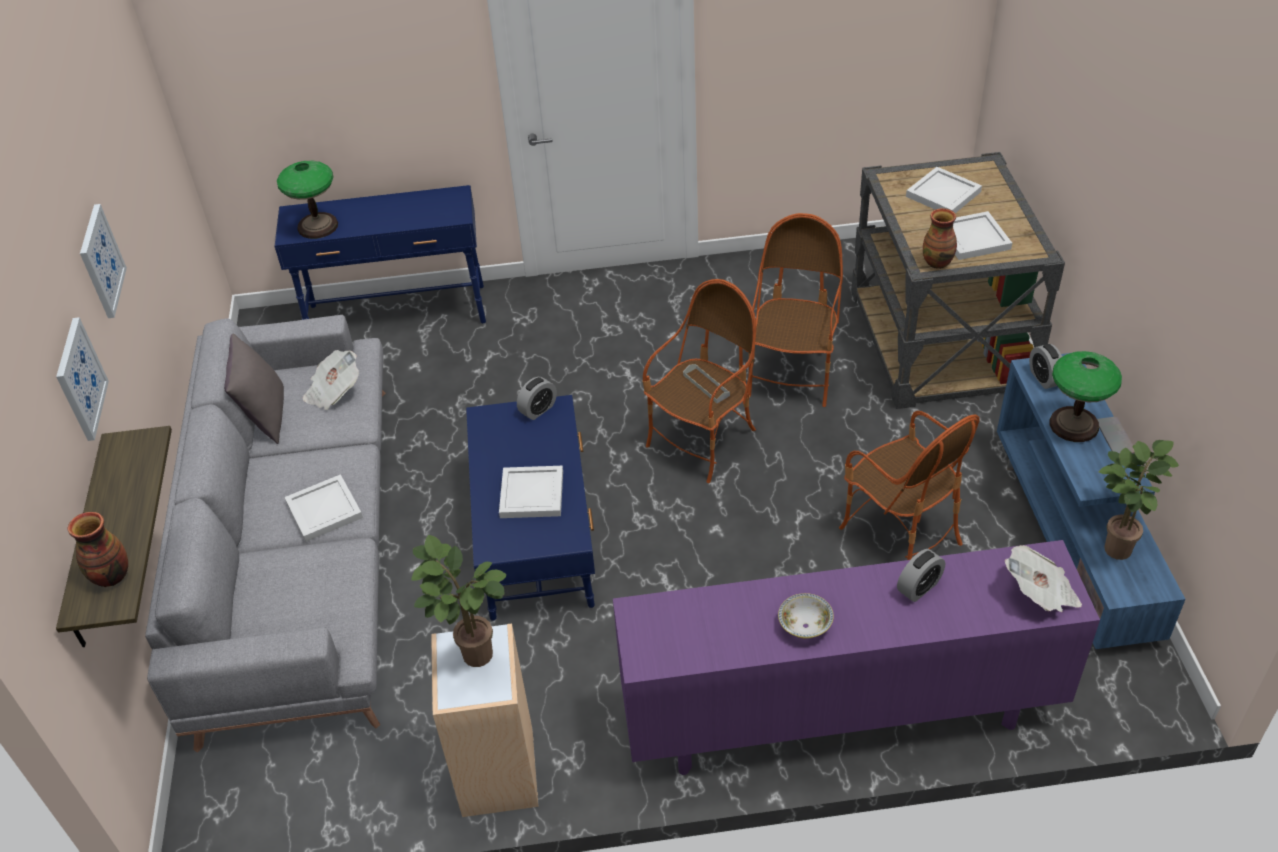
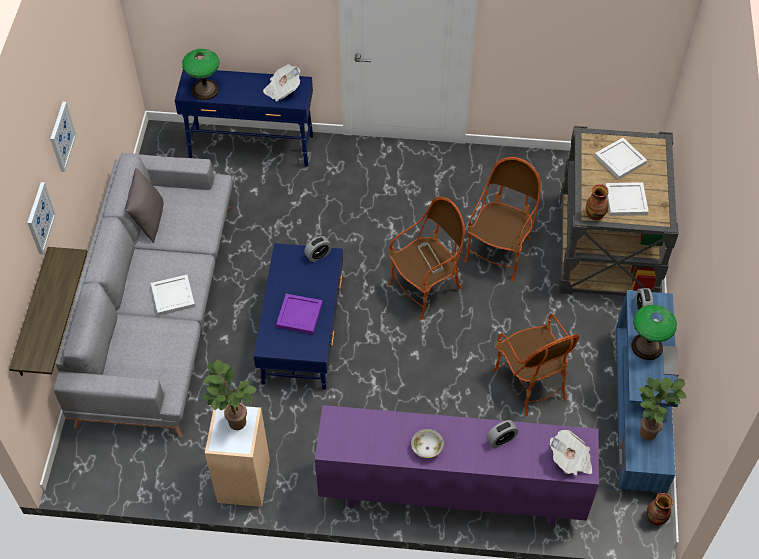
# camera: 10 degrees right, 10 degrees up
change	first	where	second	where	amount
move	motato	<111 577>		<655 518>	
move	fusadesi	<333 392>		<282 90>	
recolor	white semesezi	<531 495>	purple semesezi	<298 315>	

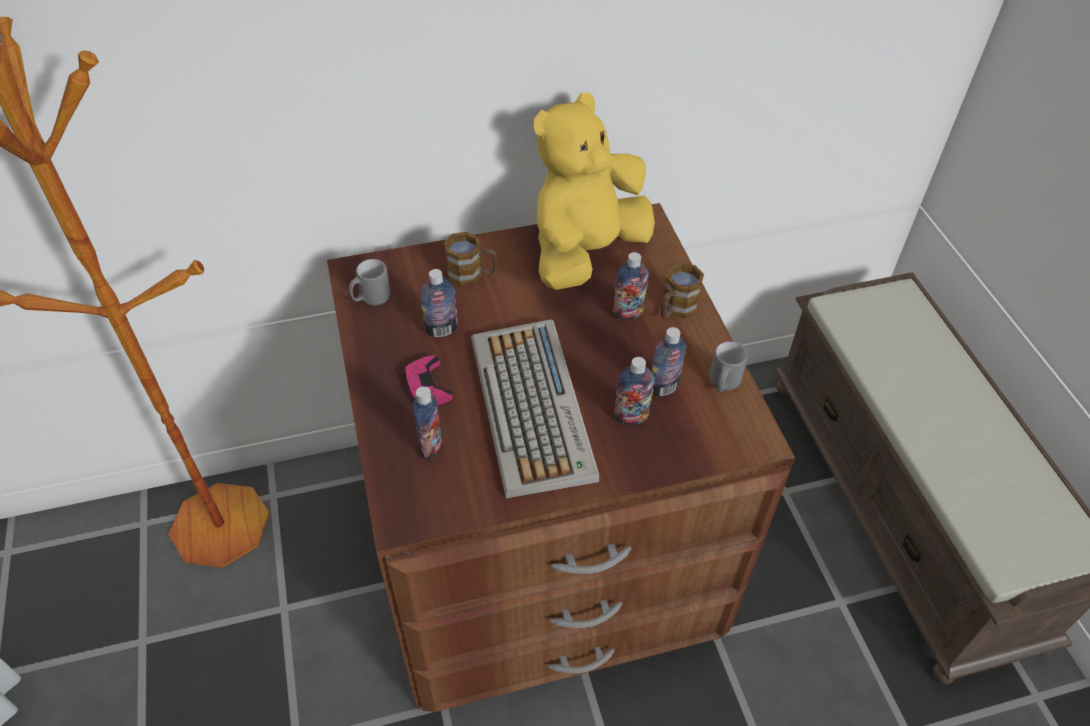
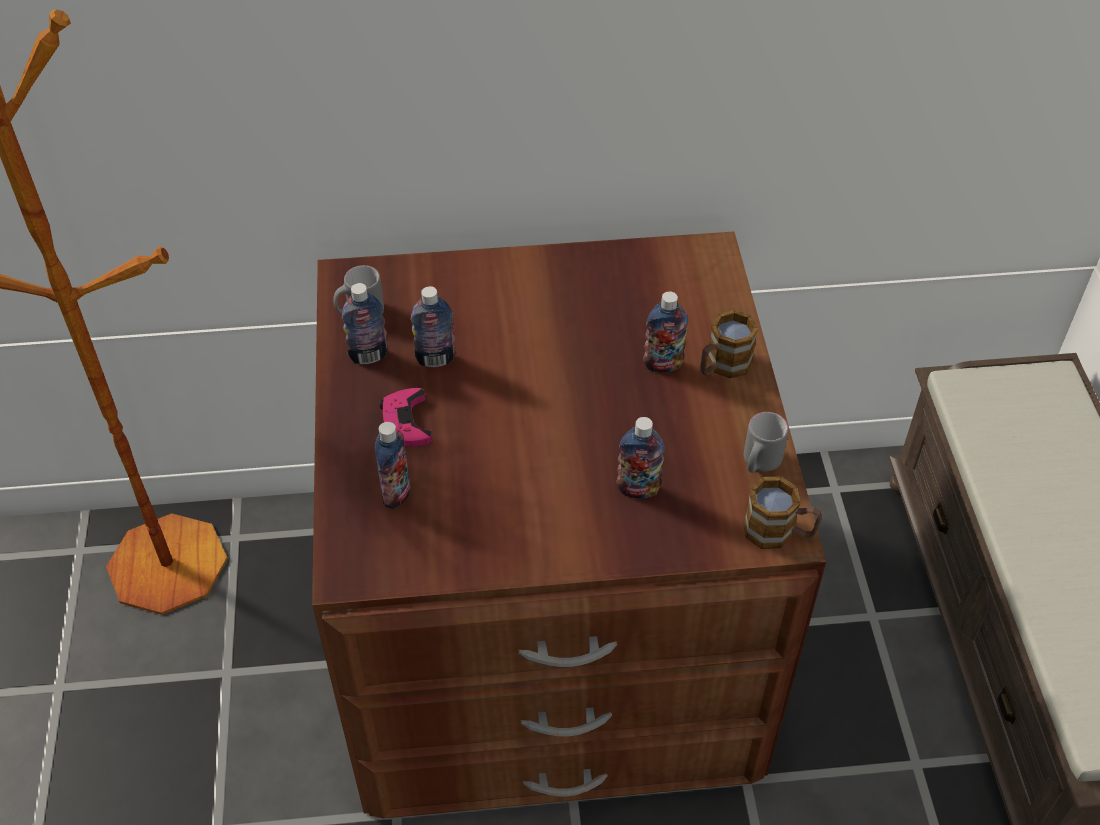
# camera: 10 degrees right, 0 degrees up
change	first	where	second	where	amount
delete	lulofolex	<533 408>			
delete	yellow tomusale	<586 252>			
move	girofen	<472 274>		<779 532>	
move	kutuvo	<663 387>		<369 356>	

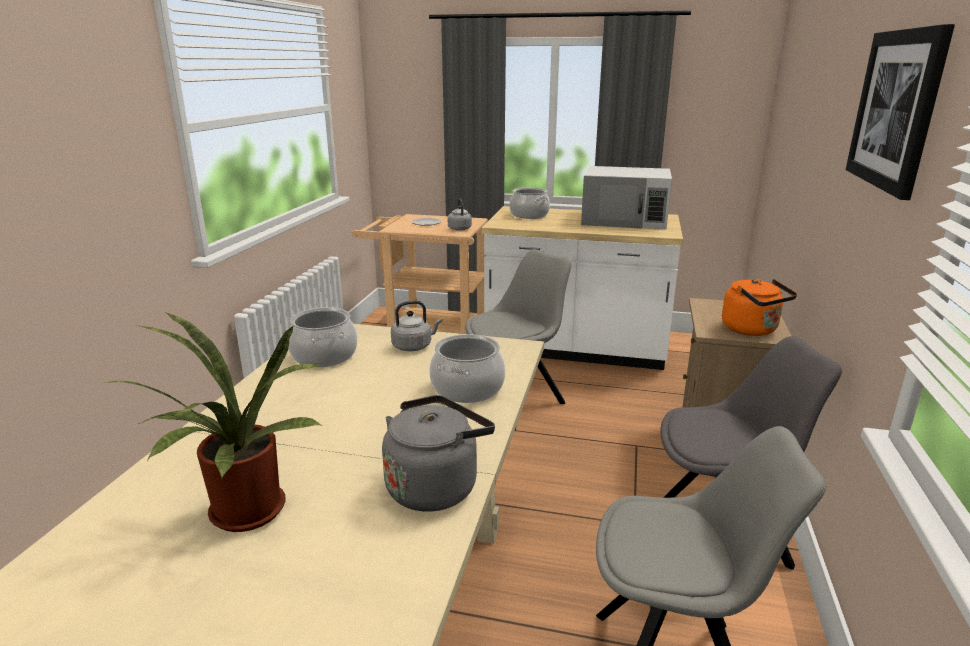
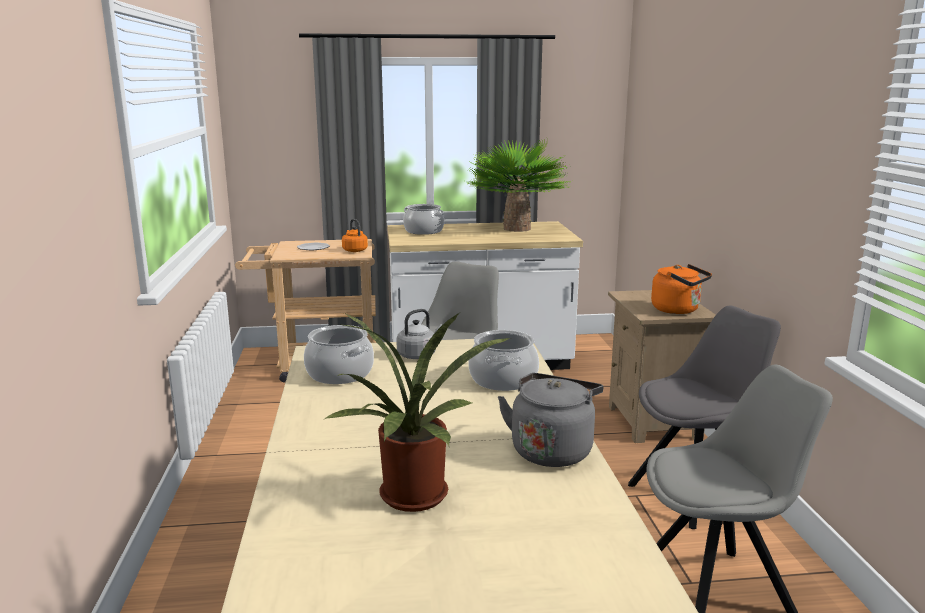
# camera: 20 degrees left, 5 degrees down
change	first	where	second	where	amount
delete	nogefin	<896 109>			
replace	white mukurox	<625 219>	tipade	<517 228>	
recolor	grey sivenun	<459 228>	orange sivenun	<354 250>	

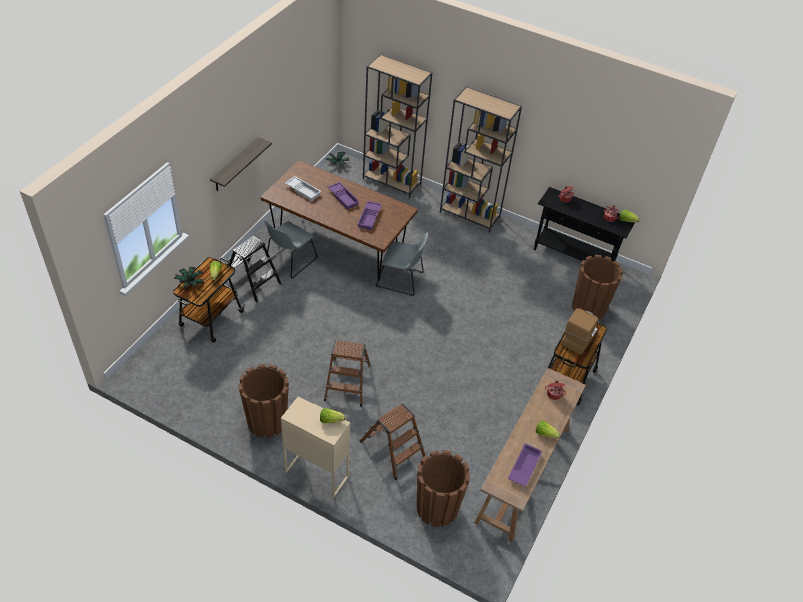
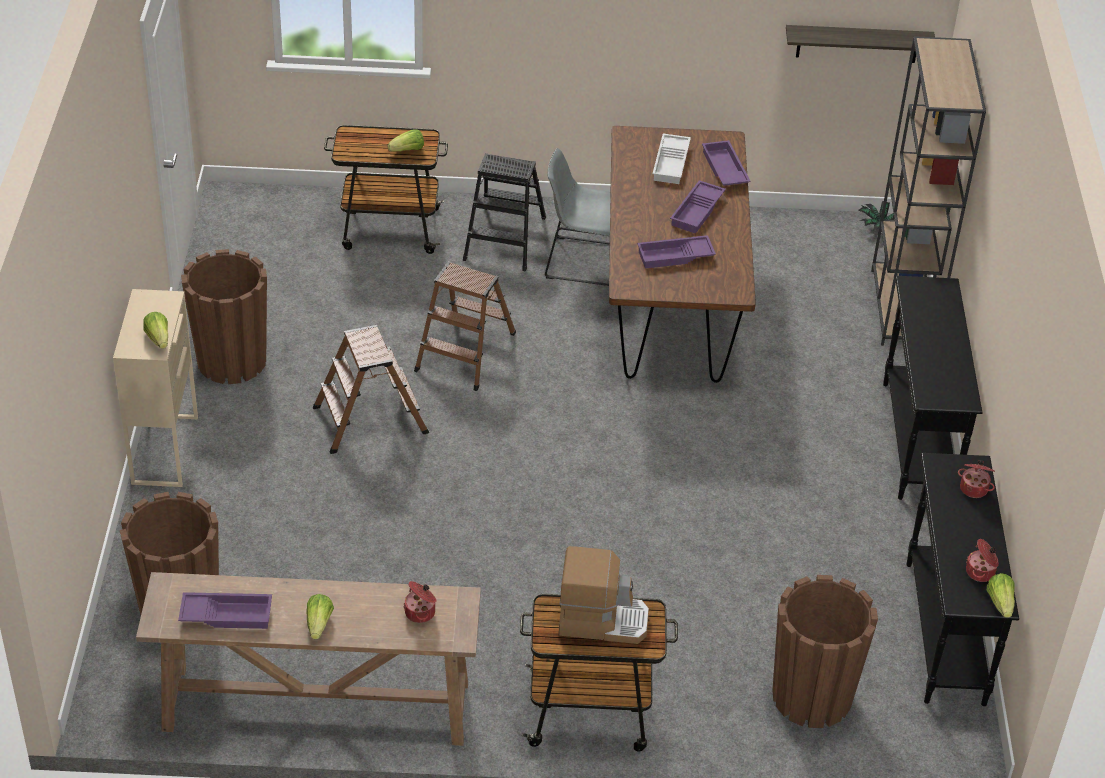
# camera: 65 degrees right, 5 degrees down
change	first	where	second	where	amount
delete	tipade	<190 283>			
delete	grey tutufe	<402 280>			
insert			purple semesezi	<723 169>	
move	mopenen	<235 165>		<857 43>	
move	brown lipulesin	<392 449>		<465 351>	
replace	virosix	<470 215>	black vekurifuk	<917 441>	

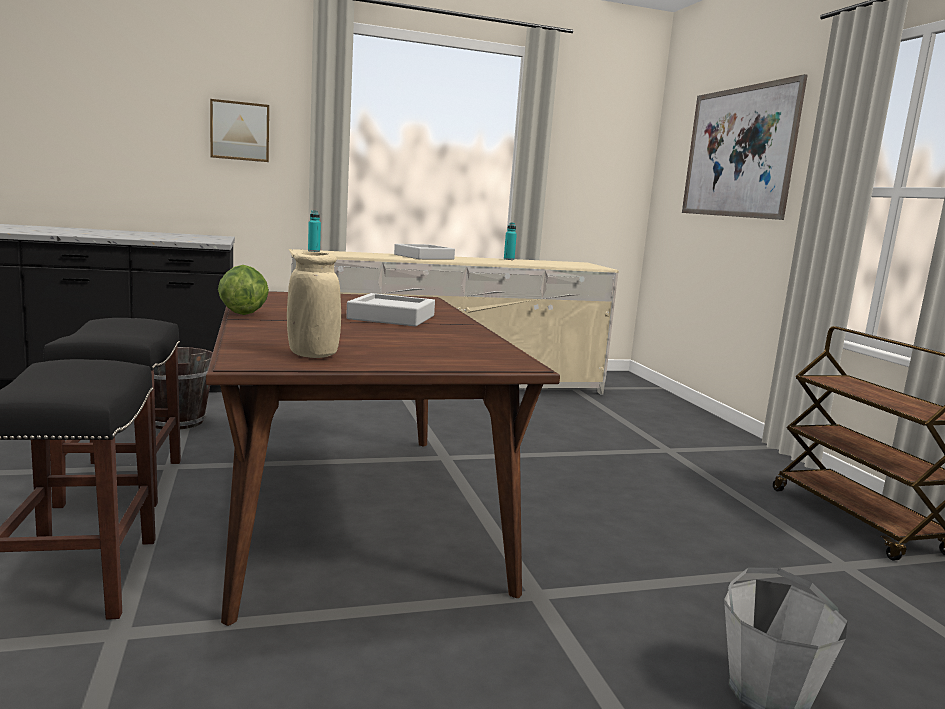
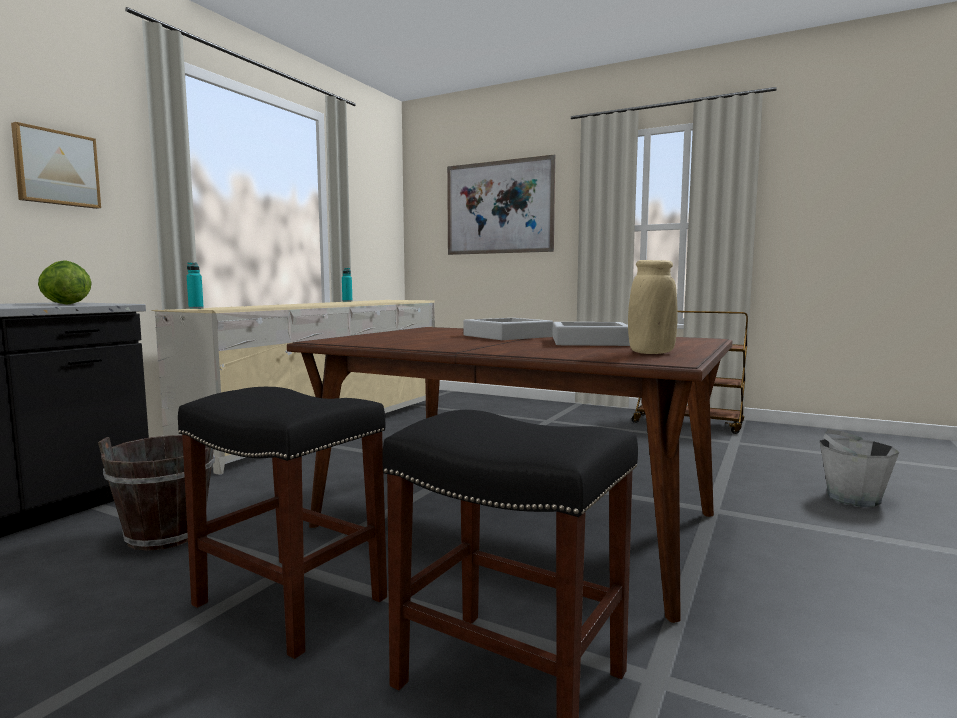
# camera: 45 degrees left, 5 degrees down
change	first	where	second	where	amount
move	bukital	<243 313>		<65 304>	
move	grey semesezi	<424 257>		<590 342>	

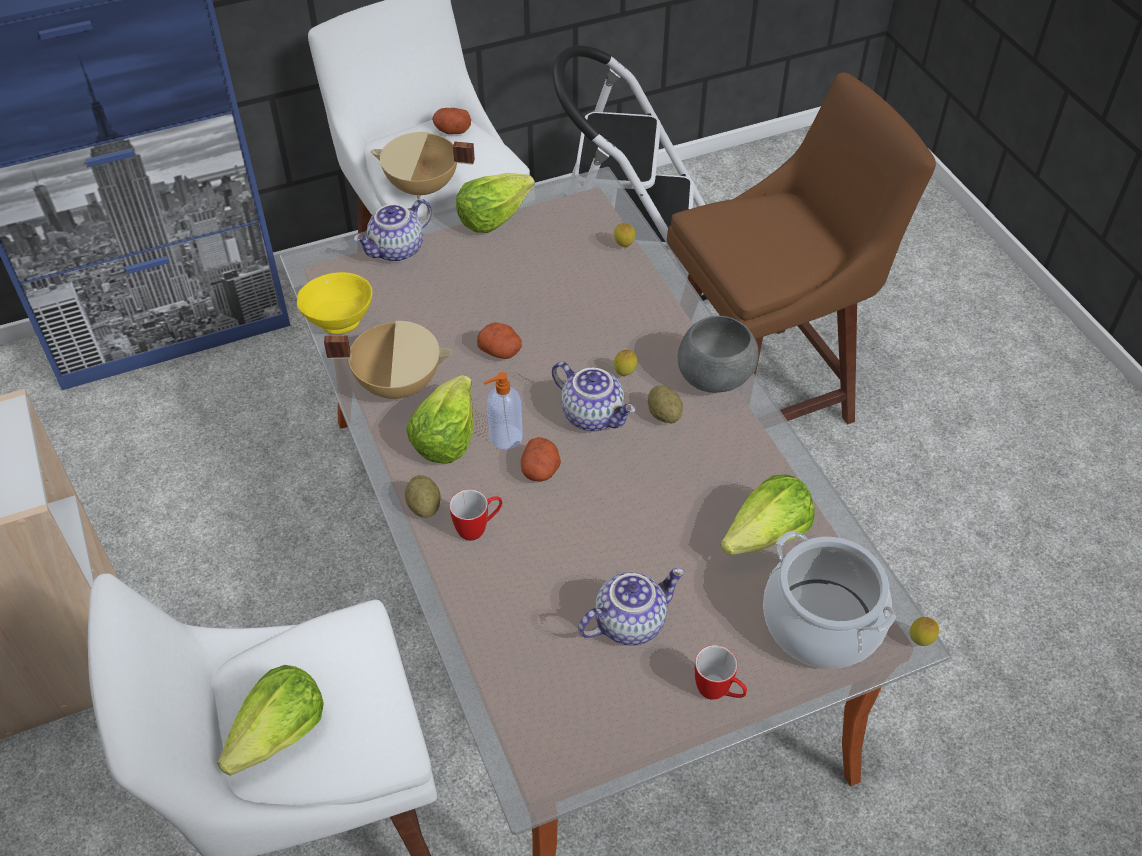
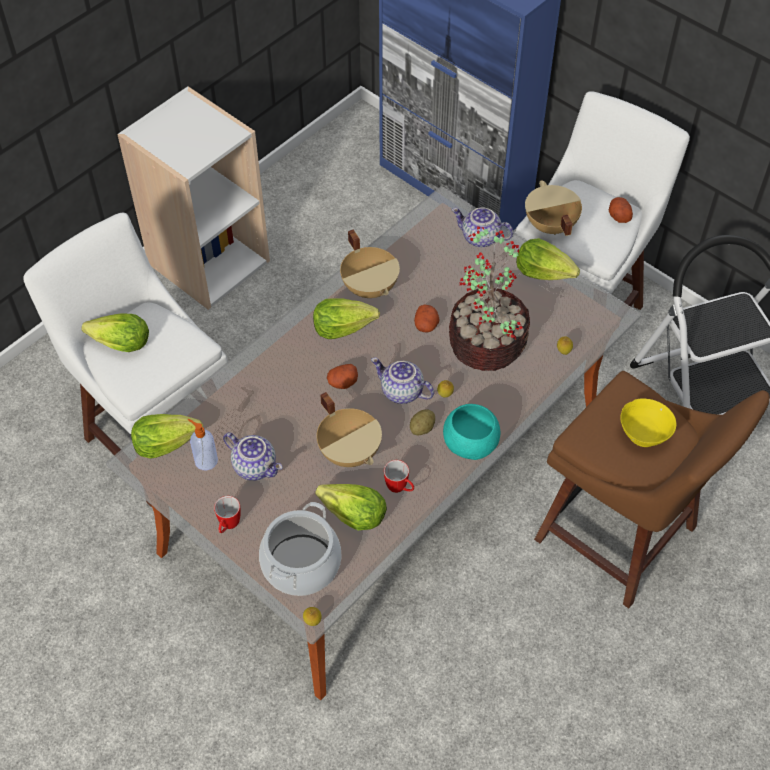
# camera: 65 degrees right, 5 degrees up
change	first	where	second	where	amount
delete	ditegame	<424 506>			
insert			bukital	<166 442>	
insert			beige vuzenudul	<350 451>	
insert			tipade	<486 341>	
move	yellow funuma	<340 320>		<644 434>	
move	girofen	<478 528>		<400 488>	
move	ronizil	<504 438>		<205 460>	
recolor	grey funuma	<715 379>	turquoise funuma	<469 445>	
rotate	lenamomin	<594 415>		<401 392>	105 degrees clockwise

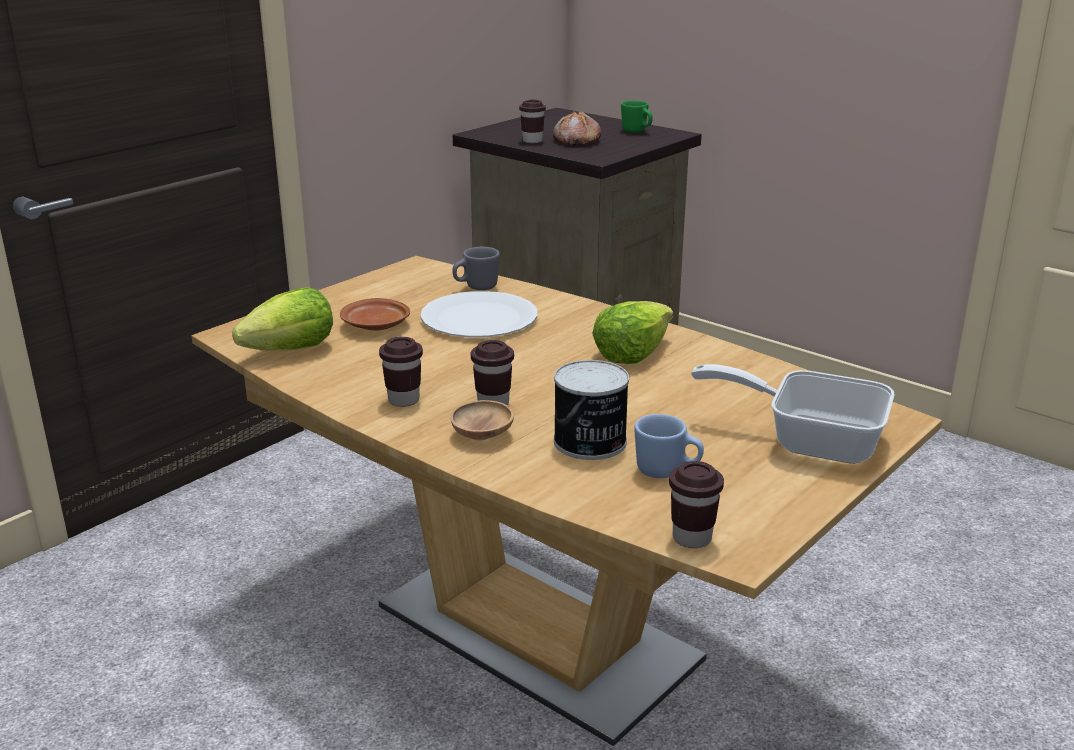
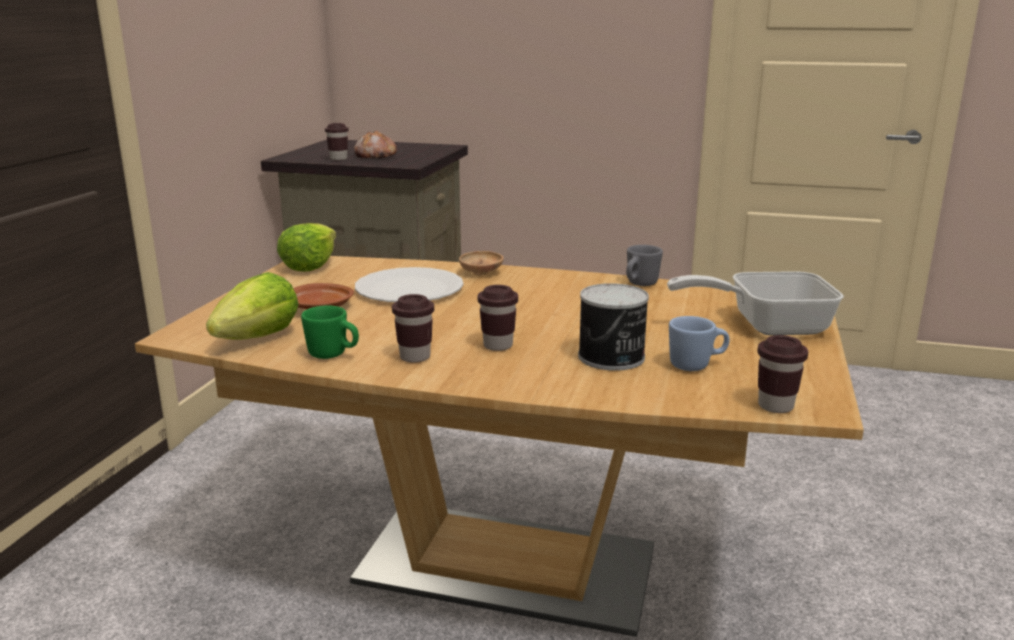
# camera: 25 degrees left, 5 degrees down
change	first	where	second	where	amount
move	brown funuma	<482 435>		<481 273>	
move	grey girofen	<476 287>		<639 284>	
move	bukital	<631 353>		<310 265>	
move	green girofen	<637 131>		<333 355>	

